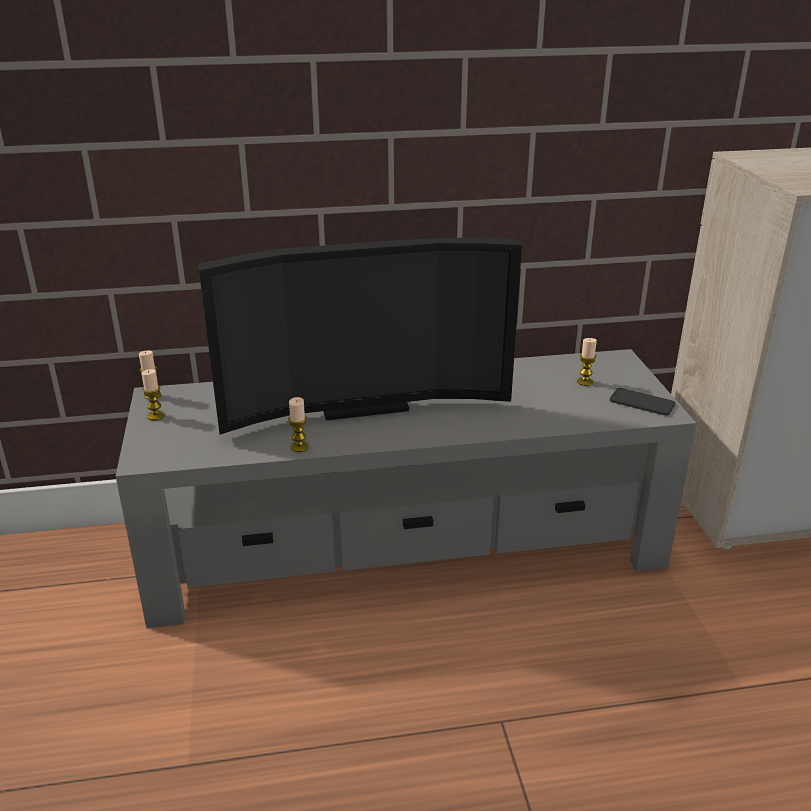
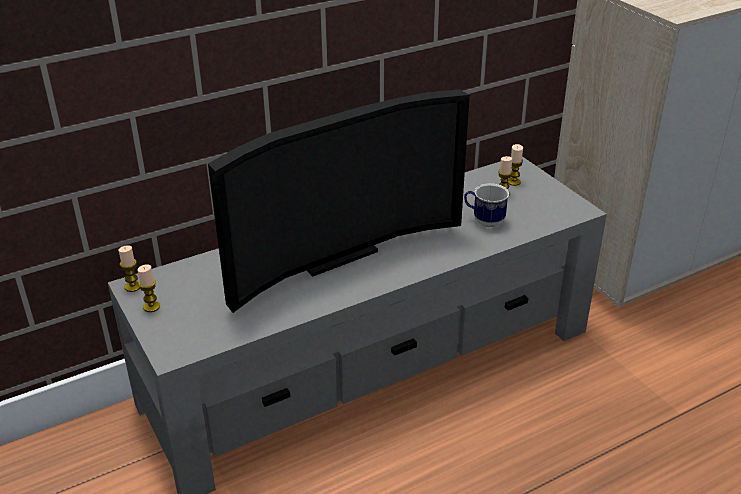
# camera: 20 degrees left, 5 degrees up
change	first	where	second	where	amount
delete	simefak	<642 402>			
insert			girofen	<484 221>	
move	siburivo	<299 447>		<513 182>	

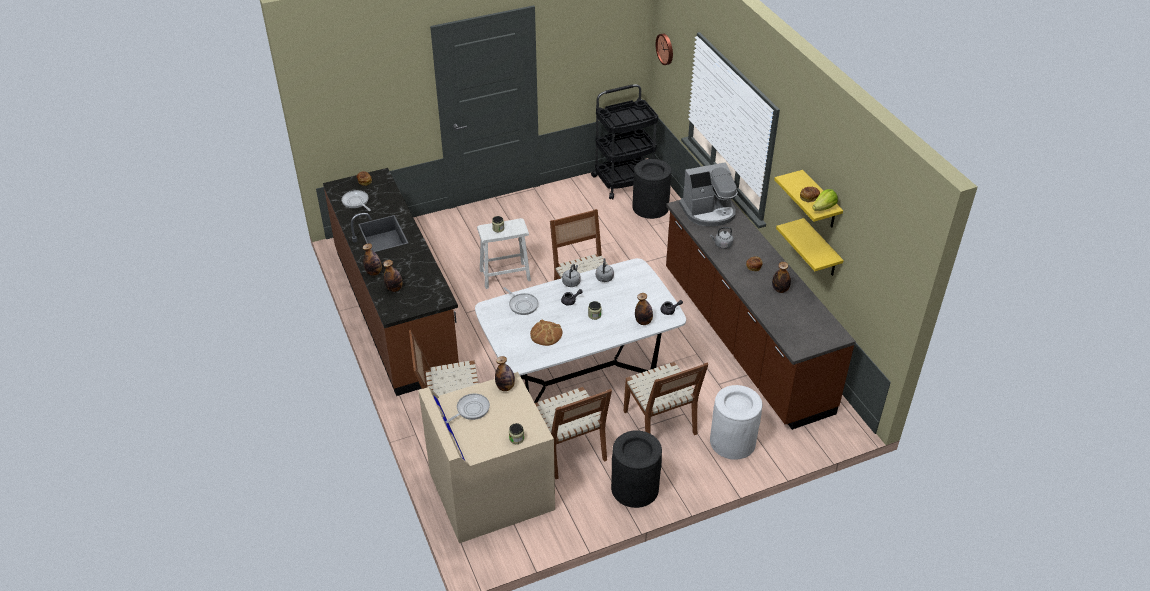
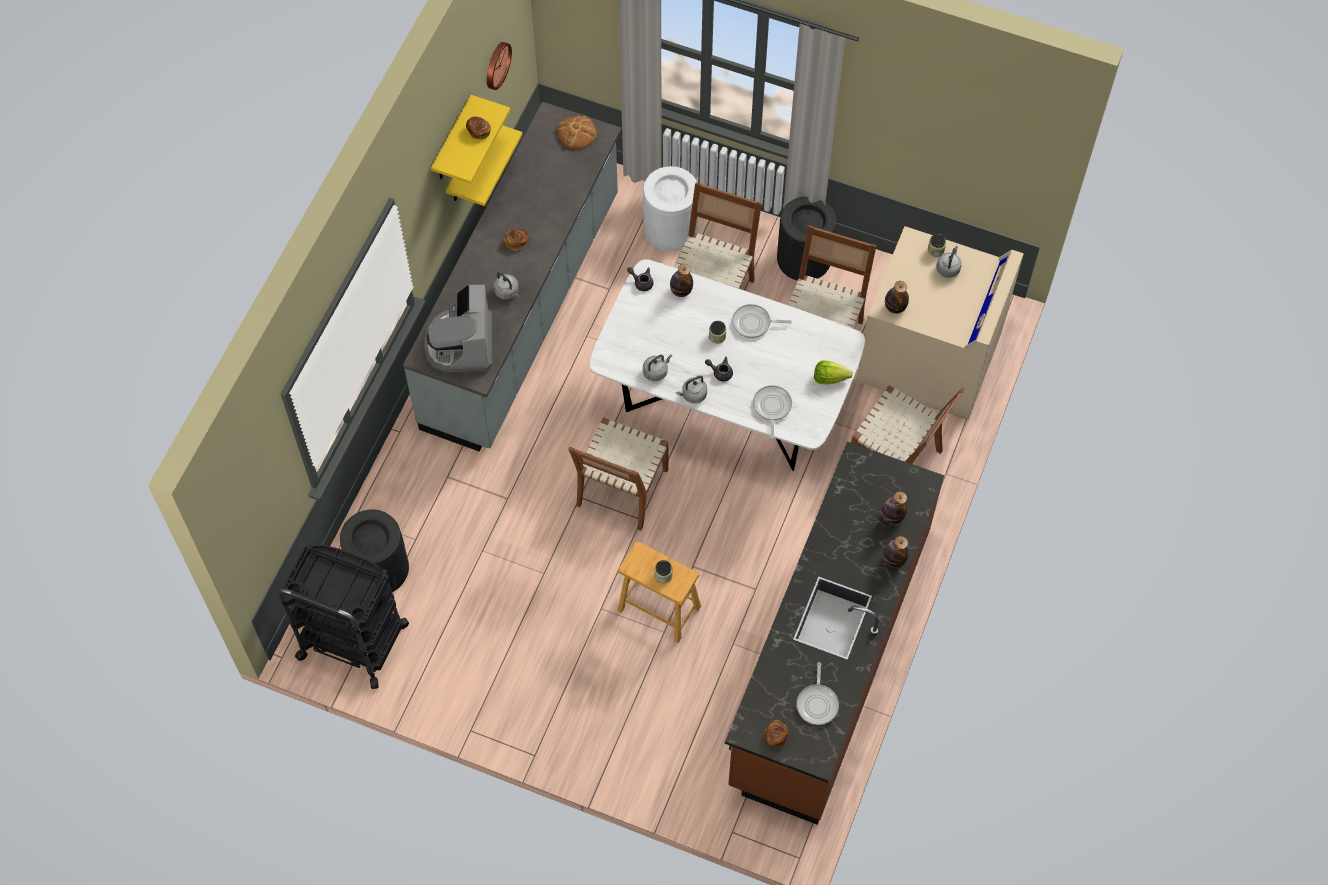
# camera: 135 degrees left, 20 degrees up
change	first	where	second	where	amount
delete	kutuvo	<780 290>			
insert			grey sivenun	<948 268>	
move	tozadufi	<471 410>		<754 323>	
move	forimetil	<546 334>		<576 133>	
move	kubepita	<665 49>		<496 65>	
move	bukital	<824 208>		<830 378>	
recolor	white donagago	<505 275>	brown donagago	<659 608>	
recolor	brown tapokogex	<743 340>	grey tapokogex	<523 312>	
rotate	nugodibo	<709 212>		<461 344>	120 degrees counterclockwise

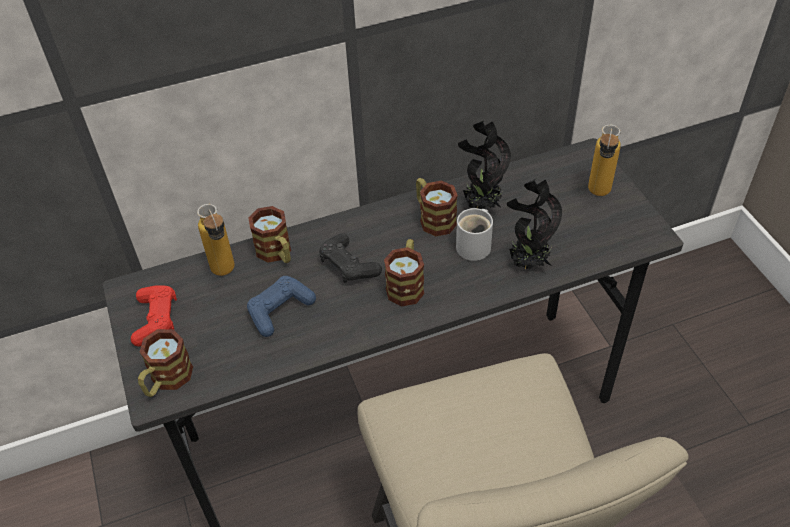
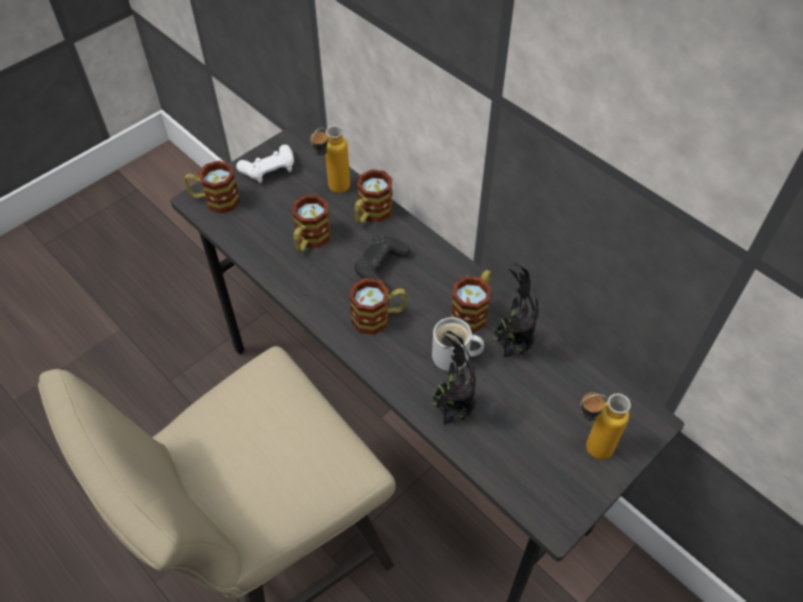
# camera: 65 degrees right, 5 degrees up
change	first	where	second	where	amount
replace	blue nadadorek	<280 310>	girofen	<310 240>	
recolor	red nadadorek	<156 320>	white nadadorek	<269 170>	

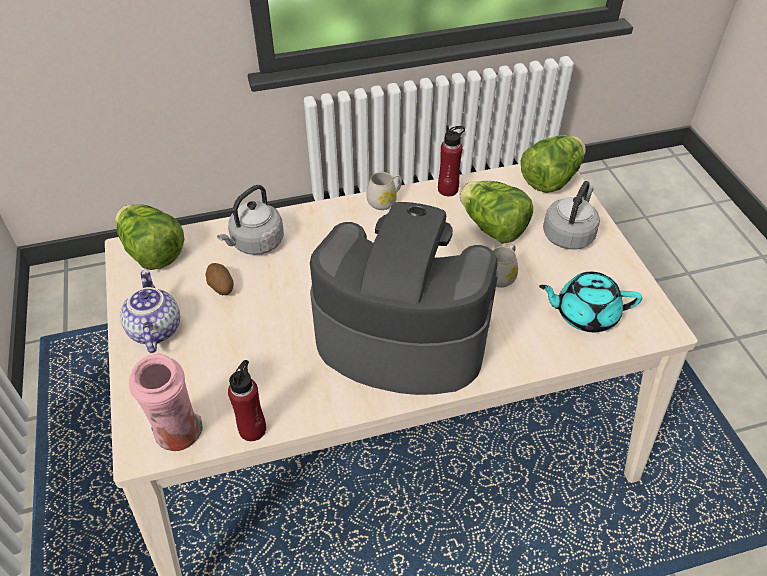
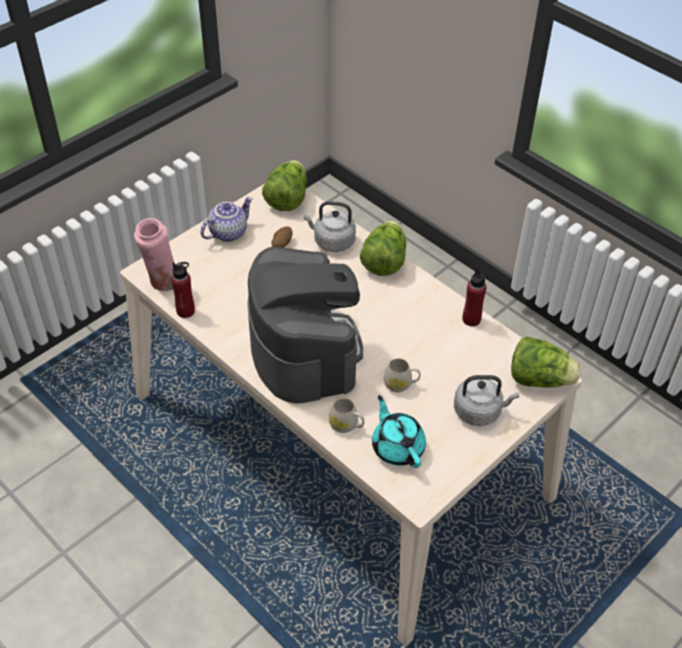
# camera: 60 degrees right, 0 degrees up
change	first	where	second	where	amount
move	white girofen	<385 201>		<346 425>	
move	bukital	<492 228>		<384 262>	

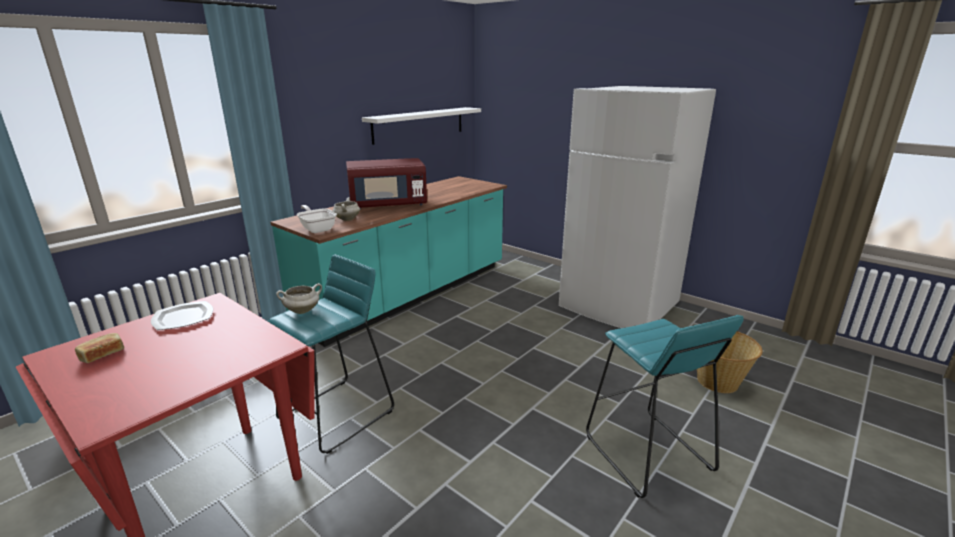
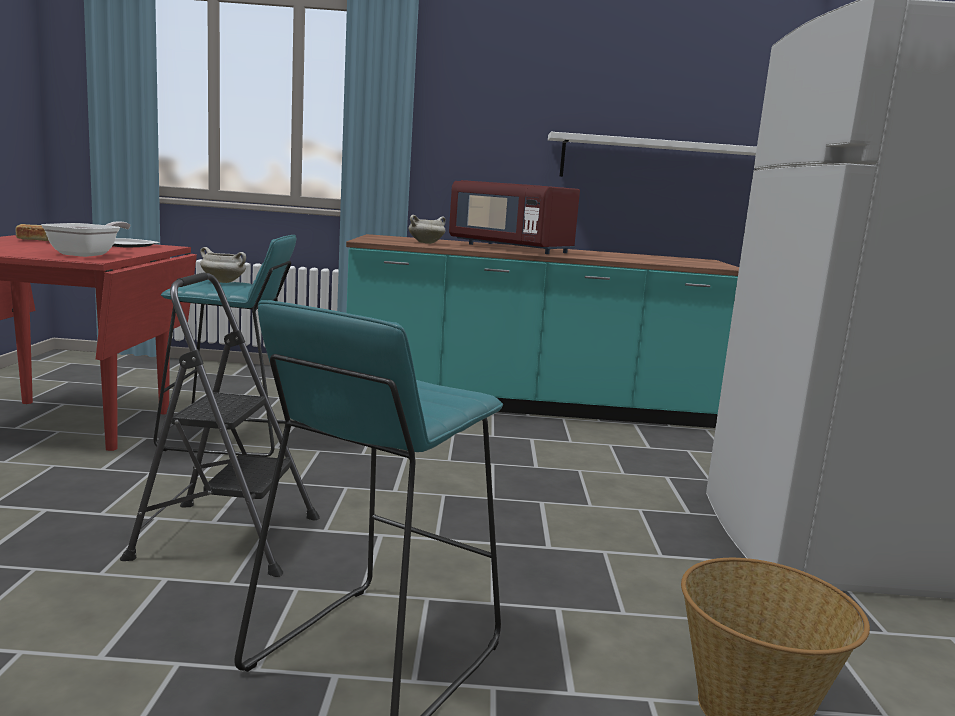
# camera: 50 degrees right, 10 degrees down
change	first	where	second	where	amount
insert			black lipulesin	<222 535>	
move	tozadufi	<317 229>		<89 254>	

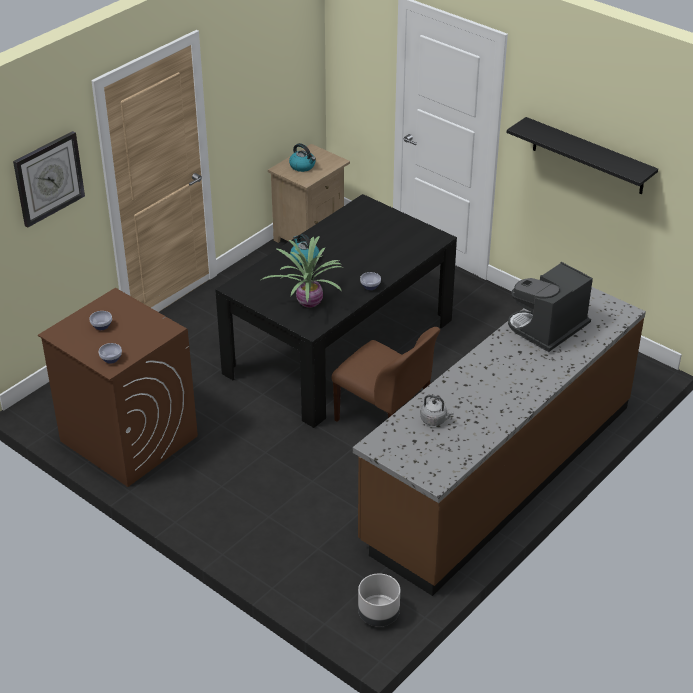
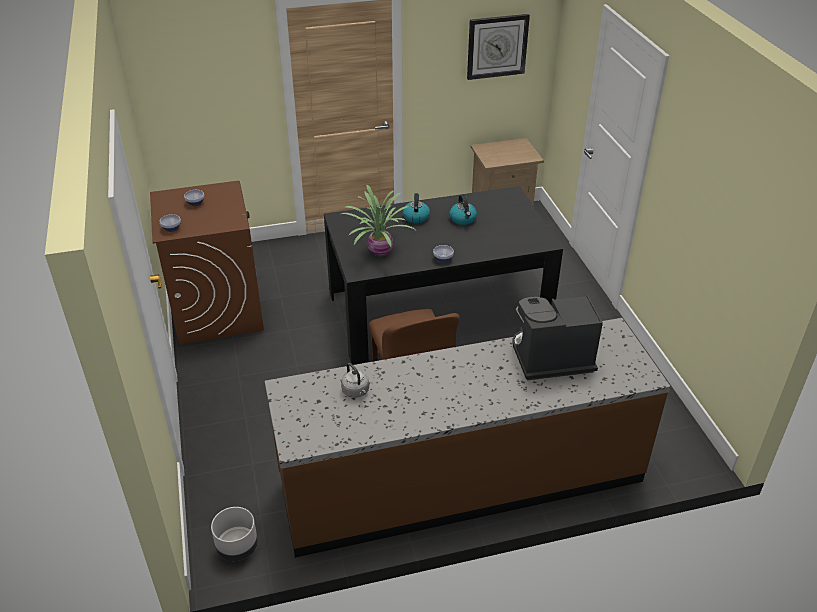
# camera: 35 degrees right, 0 degrees up
change	first	where	second	where	amount
delete	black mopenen	<588 156>			
move	kubepita	<48 178>		<497 46>	
move	sivenun	<303 166>		<463 219>	

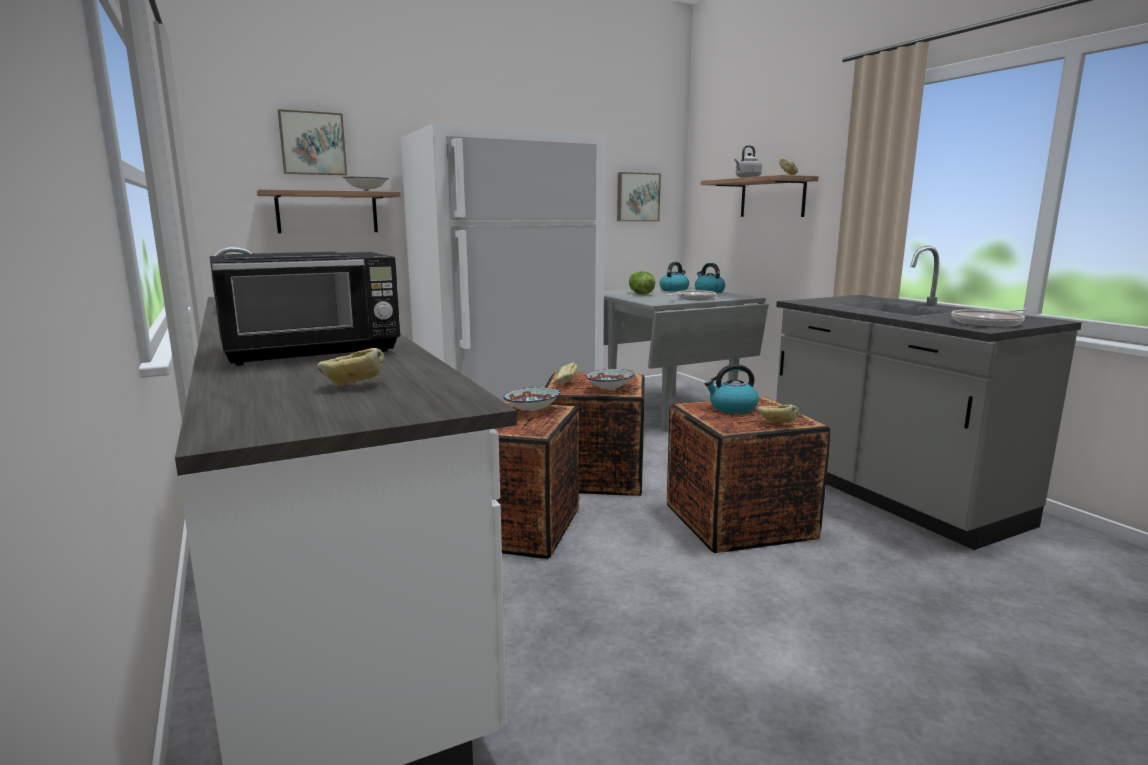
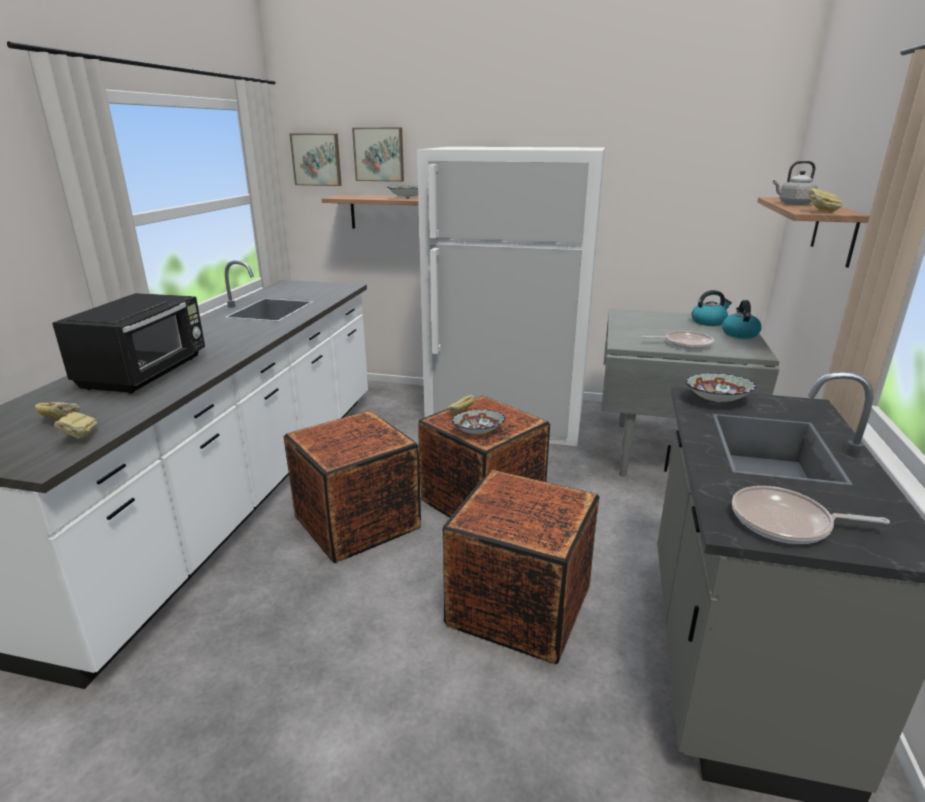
# camera: 40 degrees right, 10 degrees up
change	first	where	second	where	amount
delete	bukital	<640 294>			
delete	sivenun	<732 408>			
move	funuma	<533 411>		<717 401>	
move	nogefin	<637 197>		<317 159>	
move	forimetil	<777 425>		<80 438>	
rotate	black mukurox	<313 352>		<146 373>	90 degrees counterclockwise

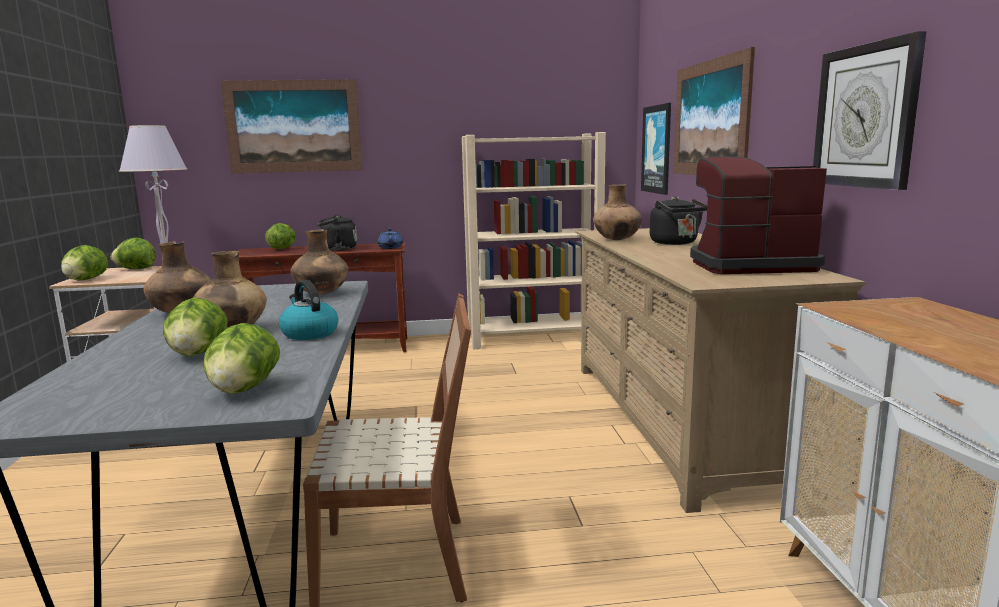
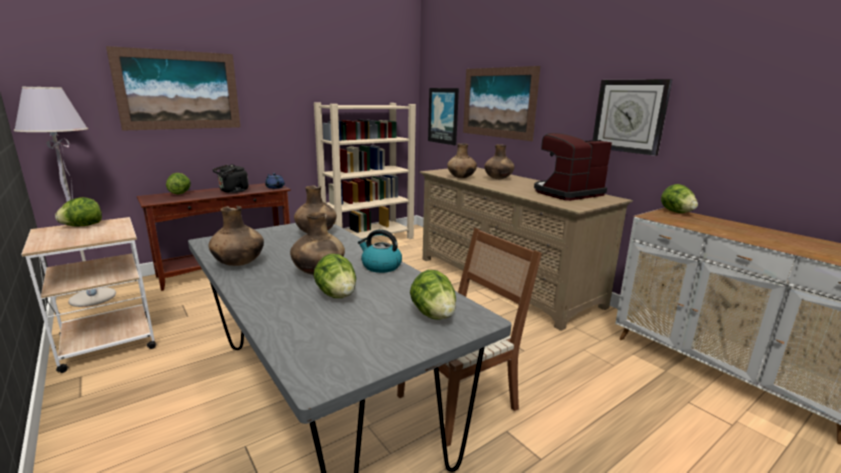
# camera: 30 degrees left, 5 degrees up
change	first	where	second	where	amount
move	bukital	<86 279>		<676 212>	
replace	black sivenun	<676 243>	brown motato	<498 179>	

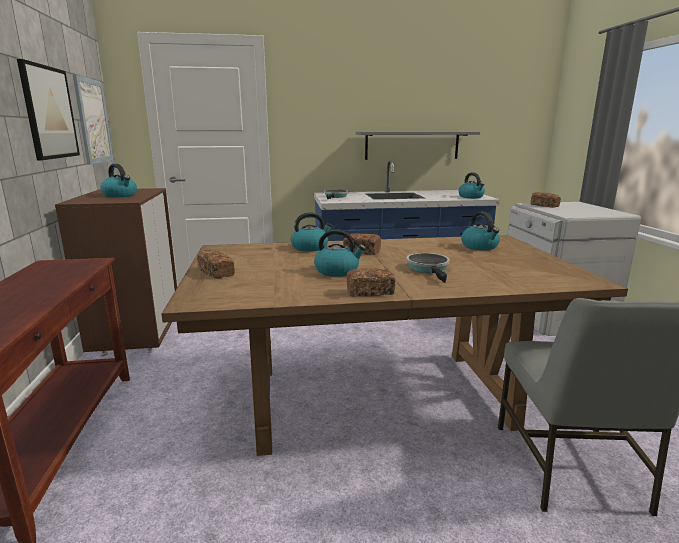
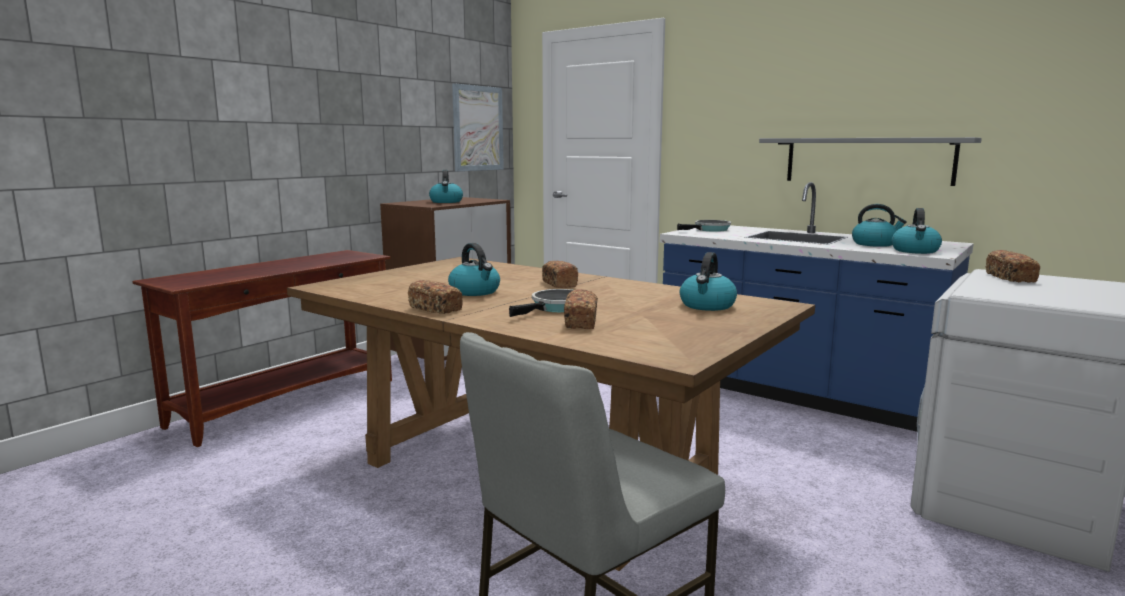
# camera: 45 degrees right, 5 degrees down
change	first	where	second	where	amount
delete	nogefin	<49 112>			
move	forimetil	<216 273>		<581 322>	
move	sivenun	<310 247>		<874 244>	

